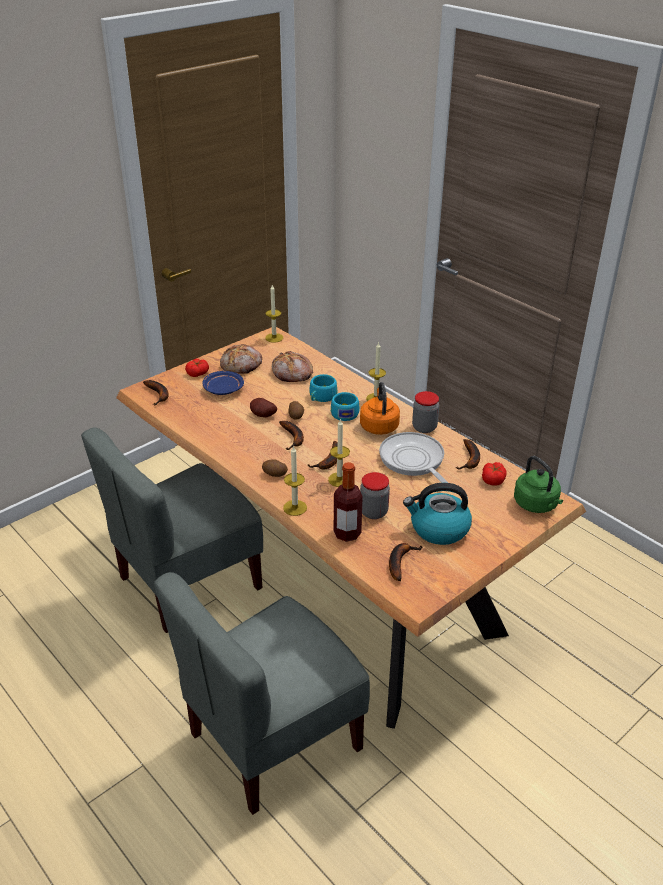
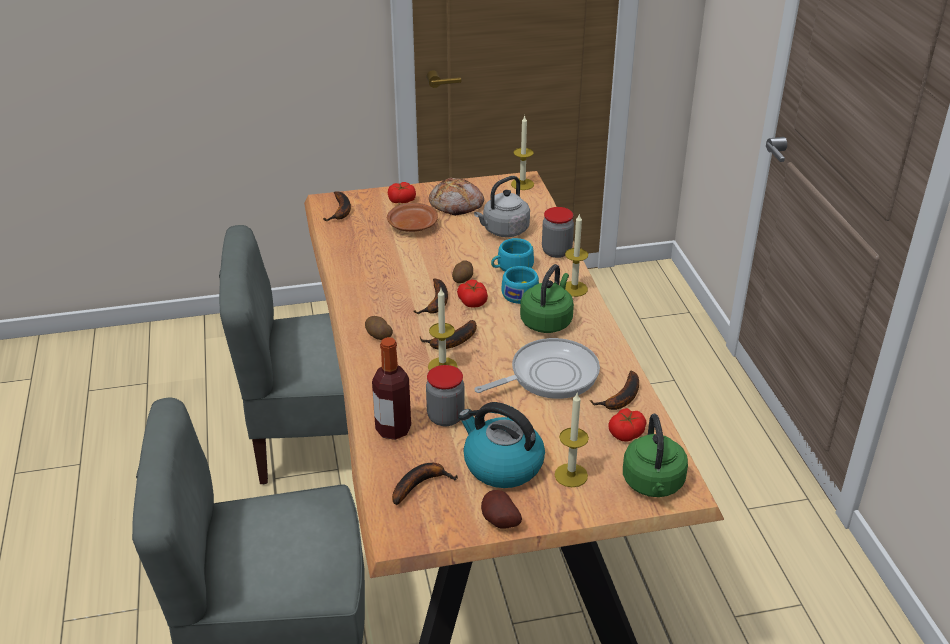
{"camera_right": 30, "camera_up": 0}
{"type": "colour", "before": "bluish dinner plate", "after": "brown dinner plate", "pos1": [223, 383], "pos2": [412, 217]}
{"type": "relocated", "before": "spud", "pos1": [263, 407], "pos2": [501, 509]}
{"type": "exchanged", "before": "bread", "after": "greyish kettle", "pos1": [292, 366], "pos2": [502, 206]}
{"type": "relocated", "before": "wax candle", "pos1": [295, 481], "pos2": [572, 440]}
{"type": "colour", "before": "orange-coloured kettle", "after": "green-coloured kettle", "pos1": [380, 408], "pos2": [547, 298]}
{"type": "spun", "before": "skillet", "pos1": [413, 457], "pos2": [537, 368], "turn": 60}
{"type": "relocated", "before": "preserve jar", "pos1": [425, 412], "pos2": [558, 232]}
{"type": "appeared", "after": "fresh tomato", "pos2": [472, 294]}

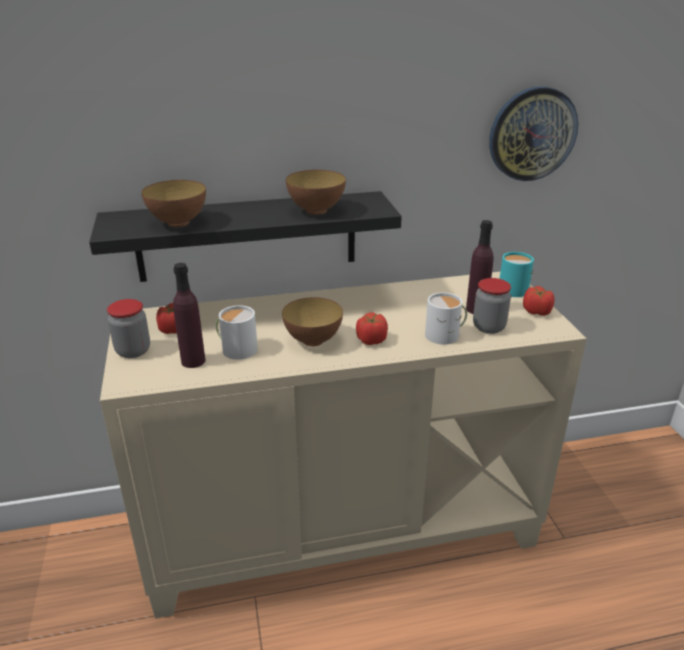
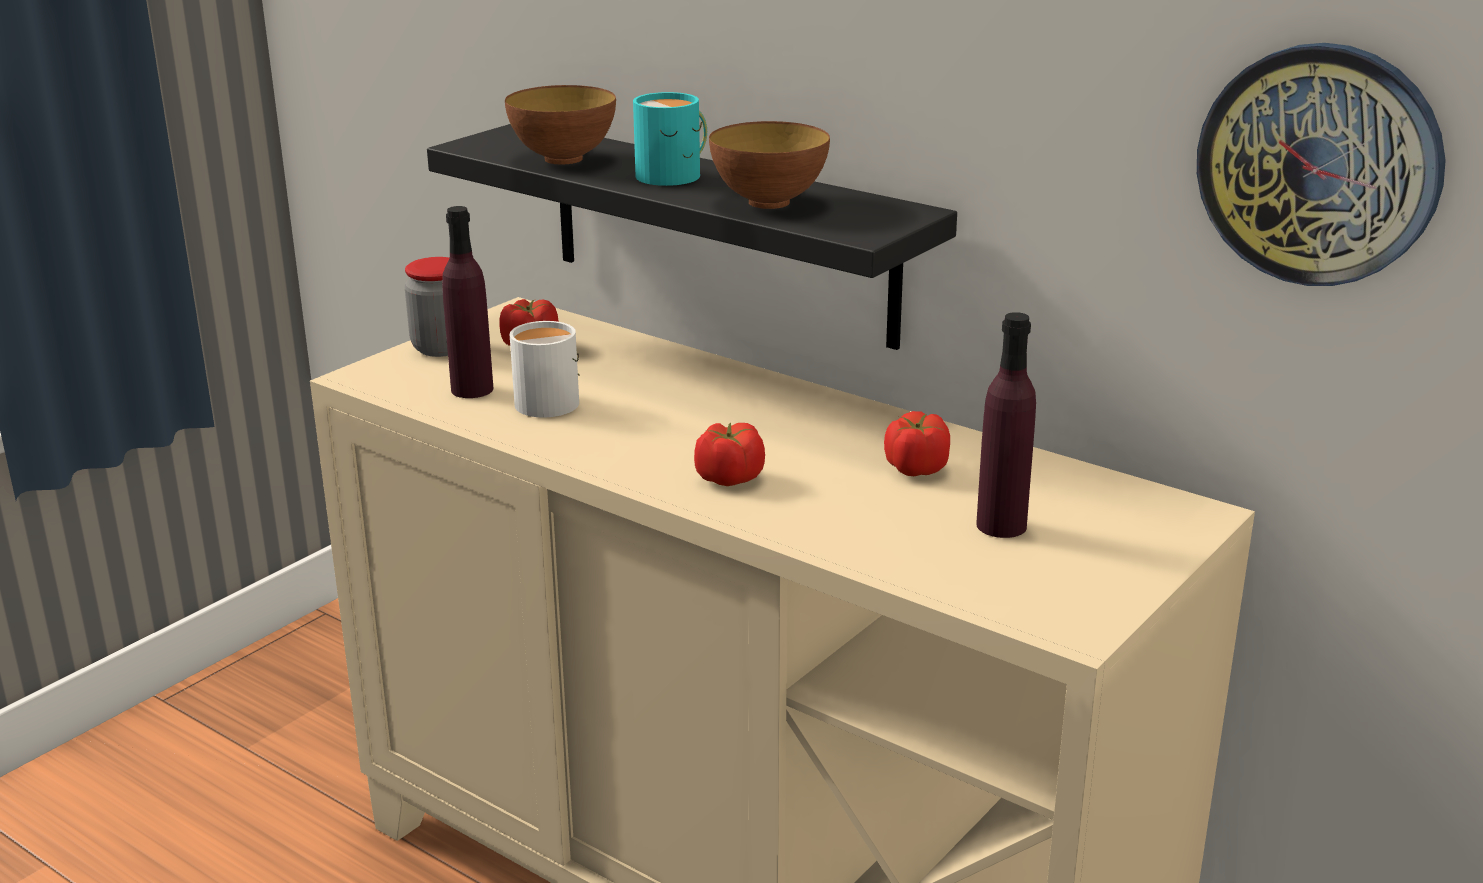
{"camera_right": 50, "camera_up": -5}
{"type": "missing", "before": "deep dish", "pos1": [312, 321]}
{"type": "missing", "before": "white coffee mug", "pos1": [446, 319]}
{"type": "missing", "before": "preserve jar", "pos1": [492, 306]}
{"type": "relocated", "before": "turquoise-coloured coffee mug", "pos1": [517, 274], "pos2": [670, 139]}
{"type": "relocated", "before": "fresh tomato", "pos1": [538, 301], "pos2": [917, 443]}

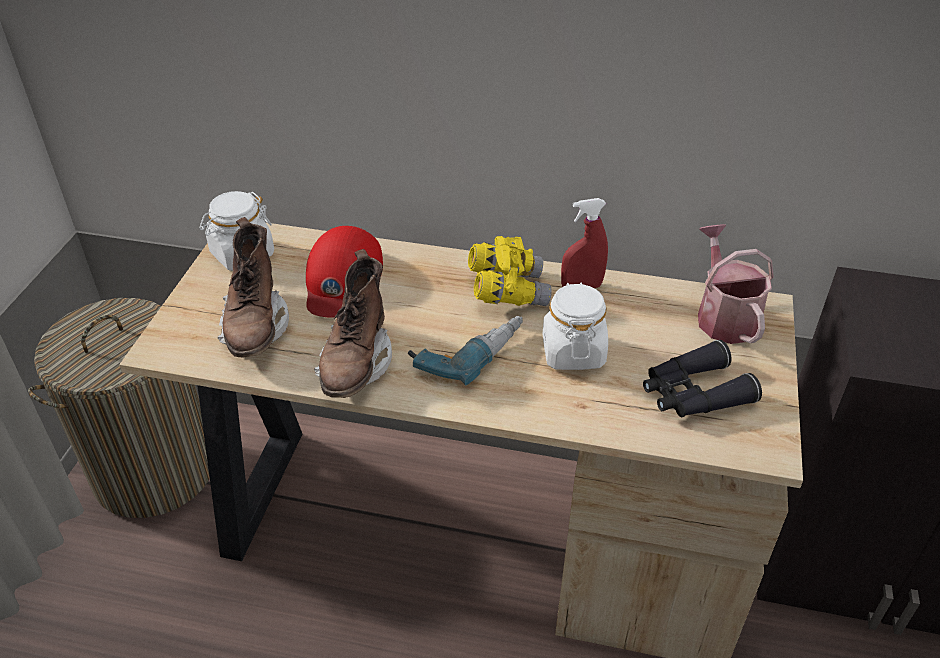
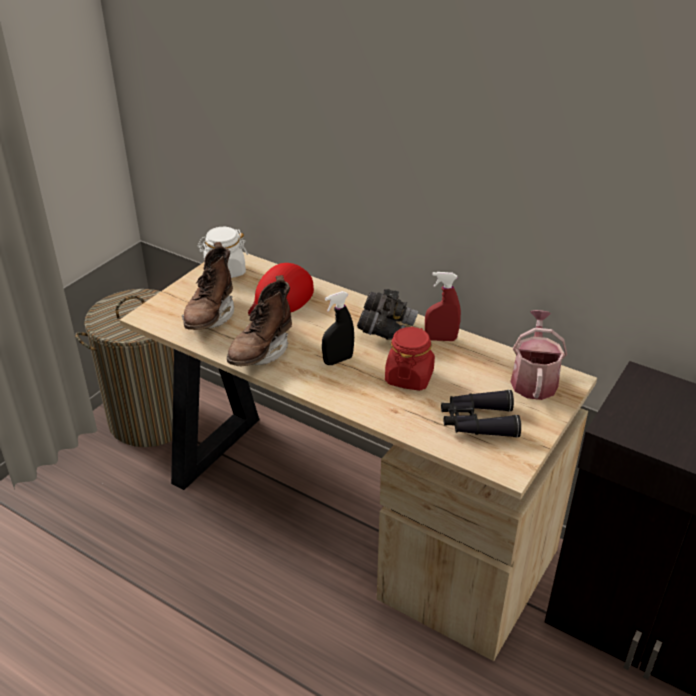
{"camera_right": 20, "camera_up": -5}
{"type": "exchanged", "before": "power drill", "after": "black-coloured sprayer", "pos1": [465, 350], "pos2": [338, 328]}
{"type": "colour", "before": "yellow pair of binoculars", "after": "greyish pair of binoculars", "pos1": [510, 271], "pos2": [387, 314]}
{"type": "colour", "before": "white preserve jar", "after": "reddish preserve jar", "pos1": [575, 326], "pos2": [410, 358]}

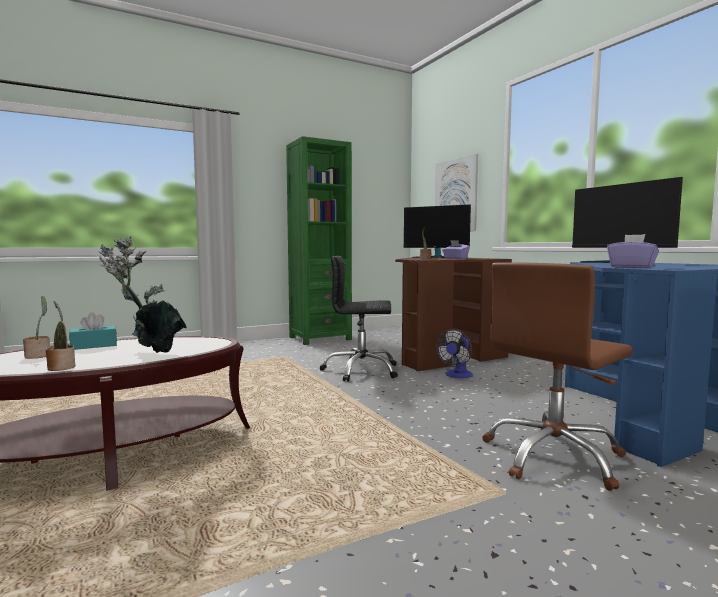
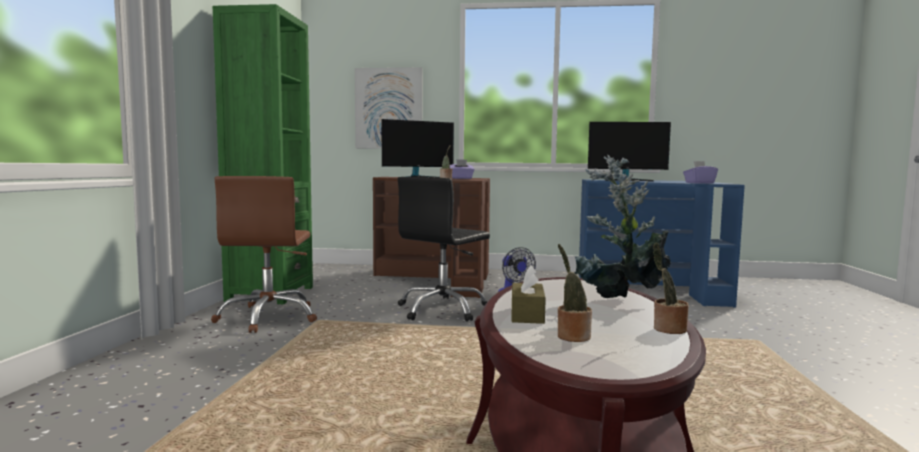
{"camera_right": -55, "camera_up": 0}
{"type": "colour", "before": "turquoise-coloured tissue box", "after": "brown tissue box", "pos1": [93, 331], "pos2": [528, 294]}
{"type": "relocated", "before": "brown computer chair", "pos1": [558, 376], "pos2": [264, 254]}

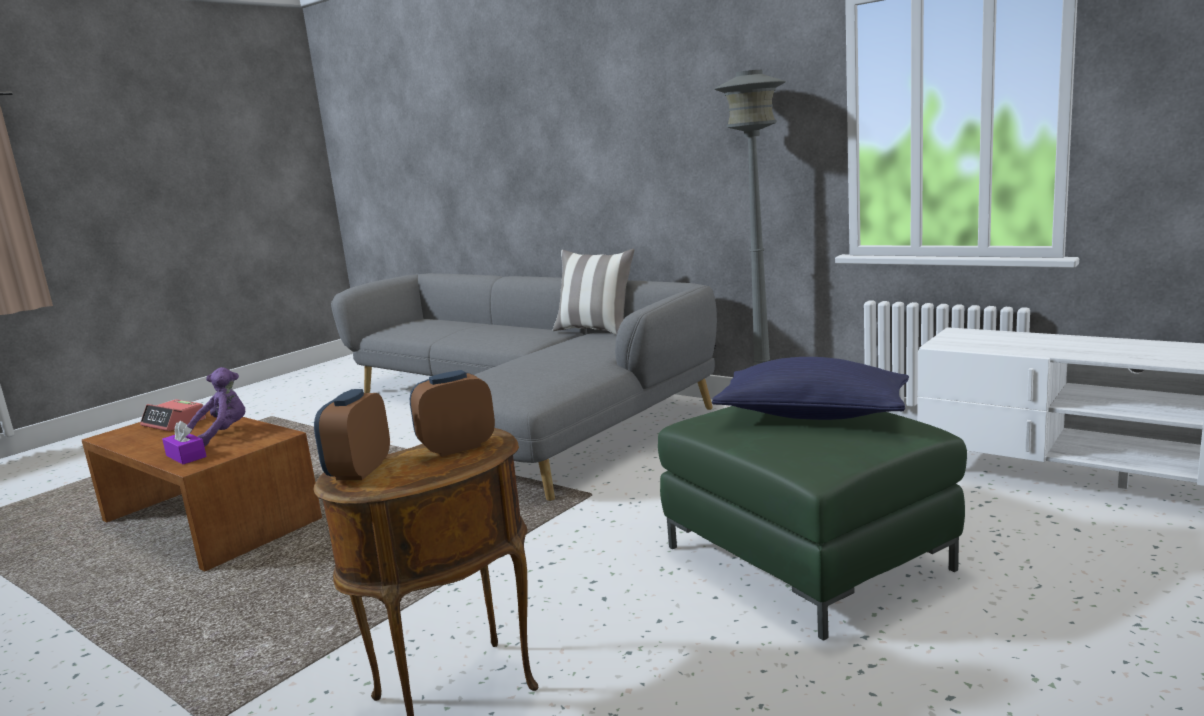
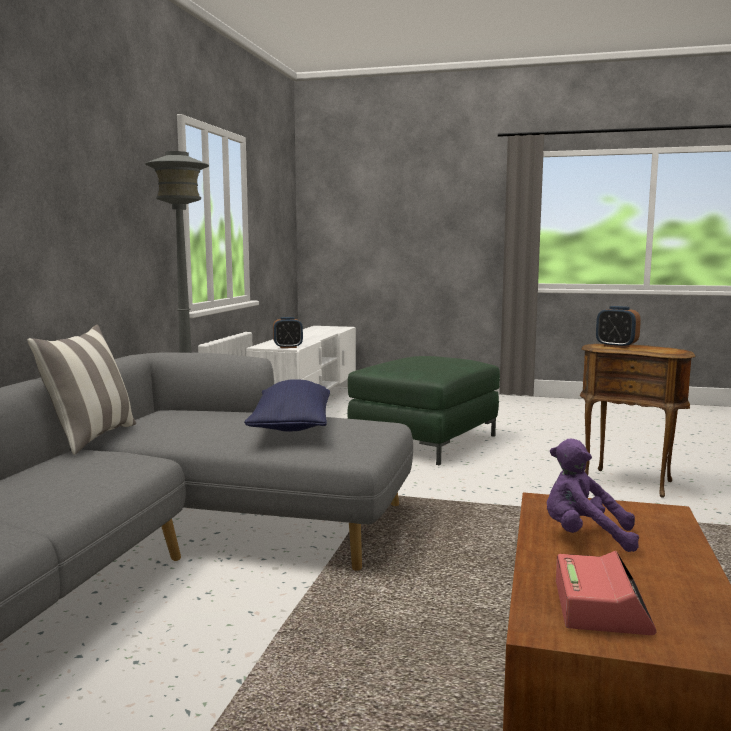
{"camera_right": -115, "camera_up": -5}
{"type": "missing", "before": "purplish tissue box", "pos1": [184, 442]}
{"type": "relocated", "before": "bedside clock", "pos1": [352, 434], "pos2": [288, 332]}
{"type": "relocated", "before": "bluish pillow", "pos1": [810, 388], "pos2": [287, 405]}

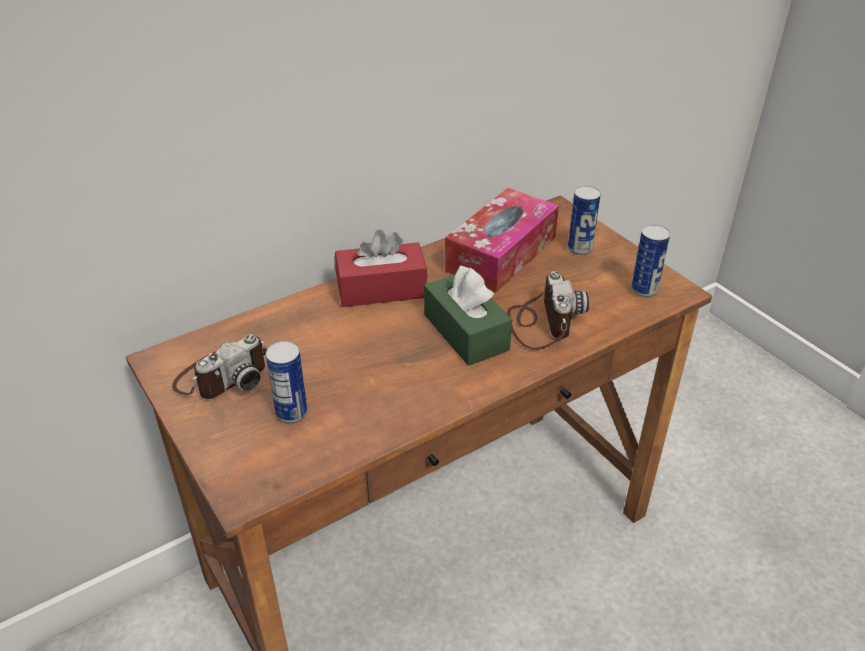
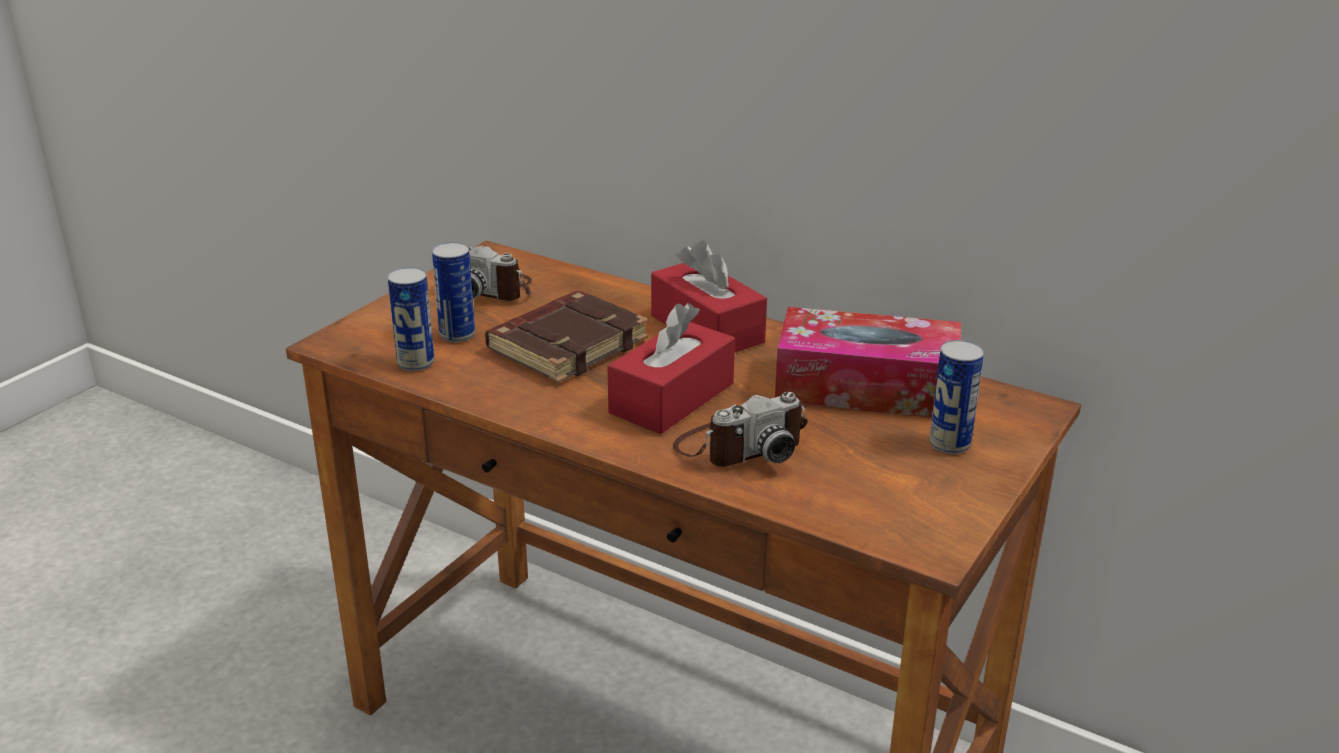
{"camera_right": 65, "camera_up": -10}
{"type": "colour", "before": "green-coloured tissue box", "after": "reddish tissue box", "pos1": [468, 315], "pos2": [671, 368]}
{"type": "relocated", "before": "sealed can", "pos1": [650, 260], "pos2": [411, 319]}
{"type": "appeared", "after": "brown book", "pos2": [566, 337]}

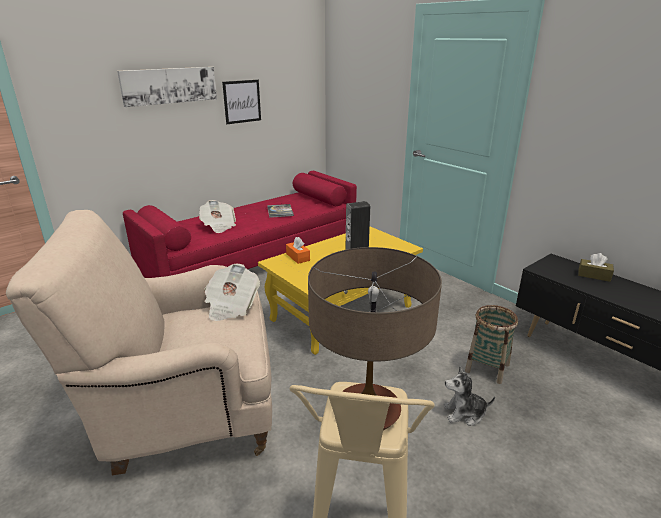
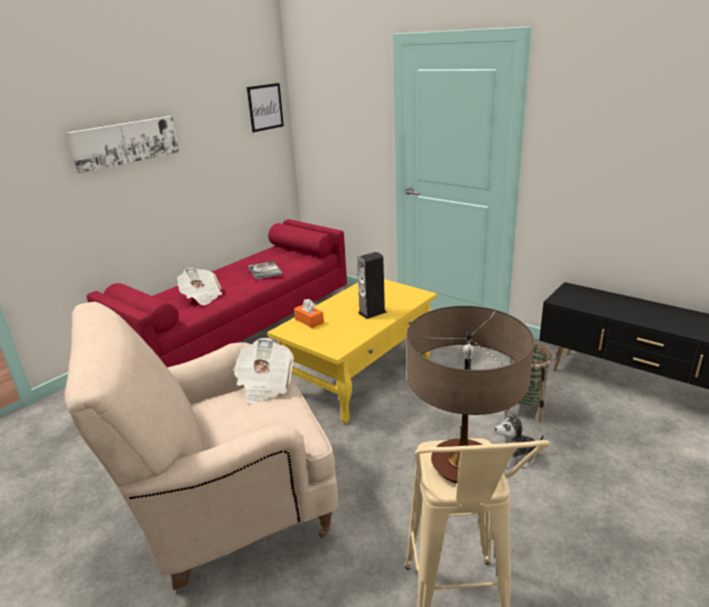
{"camera_right": -10, "camera_up": 0}
{"type": "relocated", "before": "picture", "pos1": [241, 102], "pos2": [265, 108]}
{"type": "missing", "before": "brown tissue box", "pos1": [596, 267]}

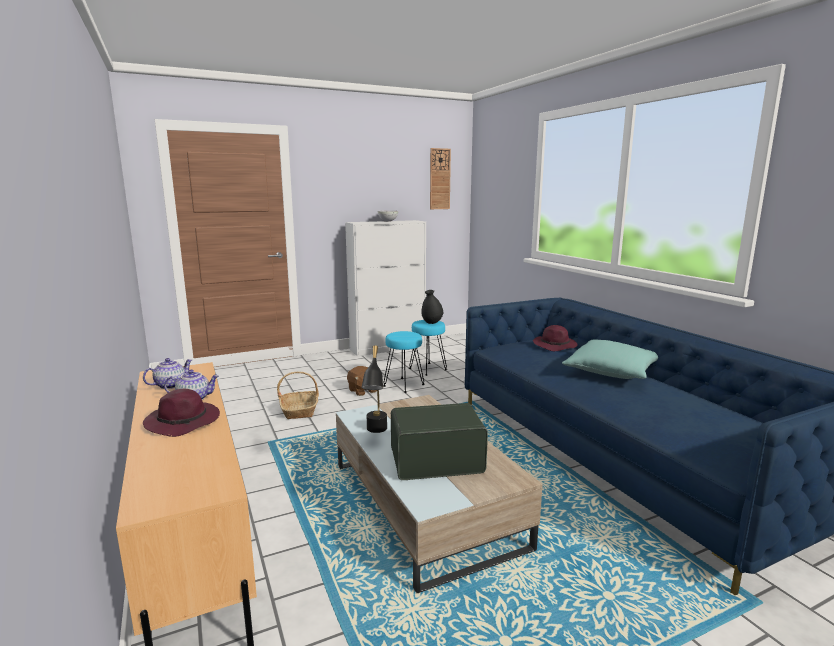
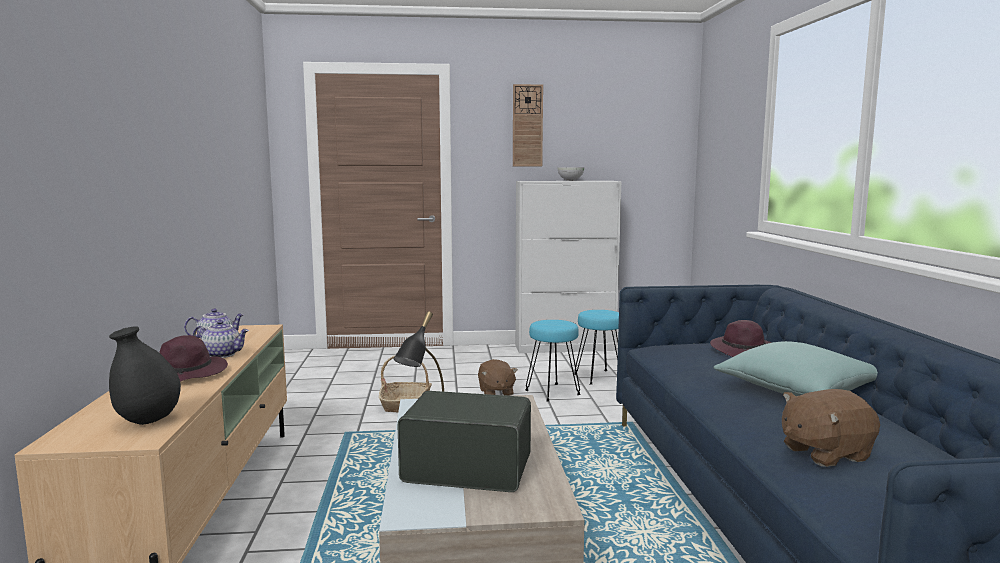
{"camera_right": 20, "camera_up": -5}
{"type": "relocated", "before": "black-coloured flower vase", "pos1": [432, 307], "pos2": [145, 376]}
{"type": "relocated", "before": "clock on the wall", "pos1": [440, 178], "pos2": [528, 125]}
{"type": "appeared", "after": "brown plush toy", "pos2": [831, 428]}

